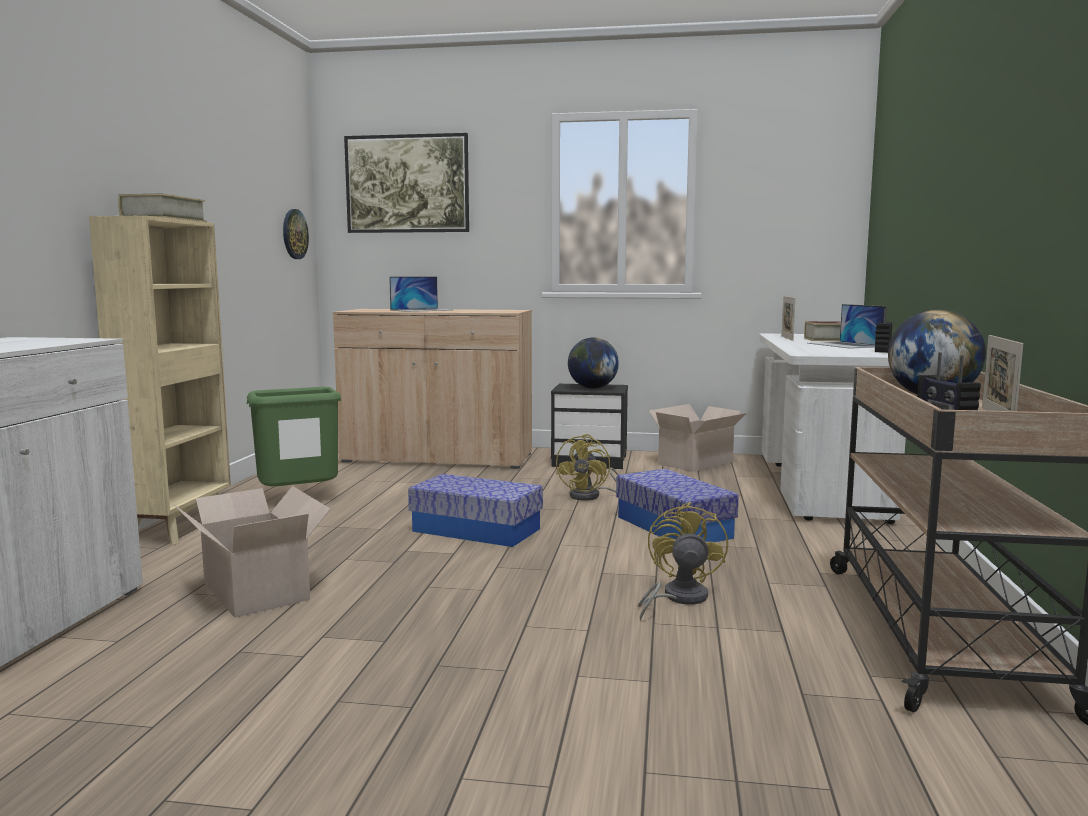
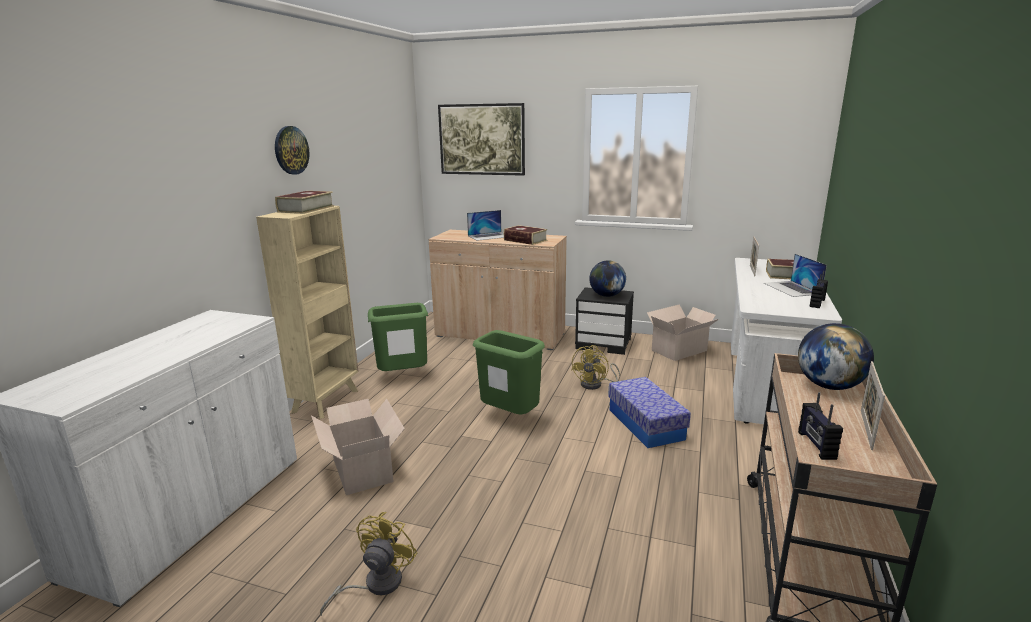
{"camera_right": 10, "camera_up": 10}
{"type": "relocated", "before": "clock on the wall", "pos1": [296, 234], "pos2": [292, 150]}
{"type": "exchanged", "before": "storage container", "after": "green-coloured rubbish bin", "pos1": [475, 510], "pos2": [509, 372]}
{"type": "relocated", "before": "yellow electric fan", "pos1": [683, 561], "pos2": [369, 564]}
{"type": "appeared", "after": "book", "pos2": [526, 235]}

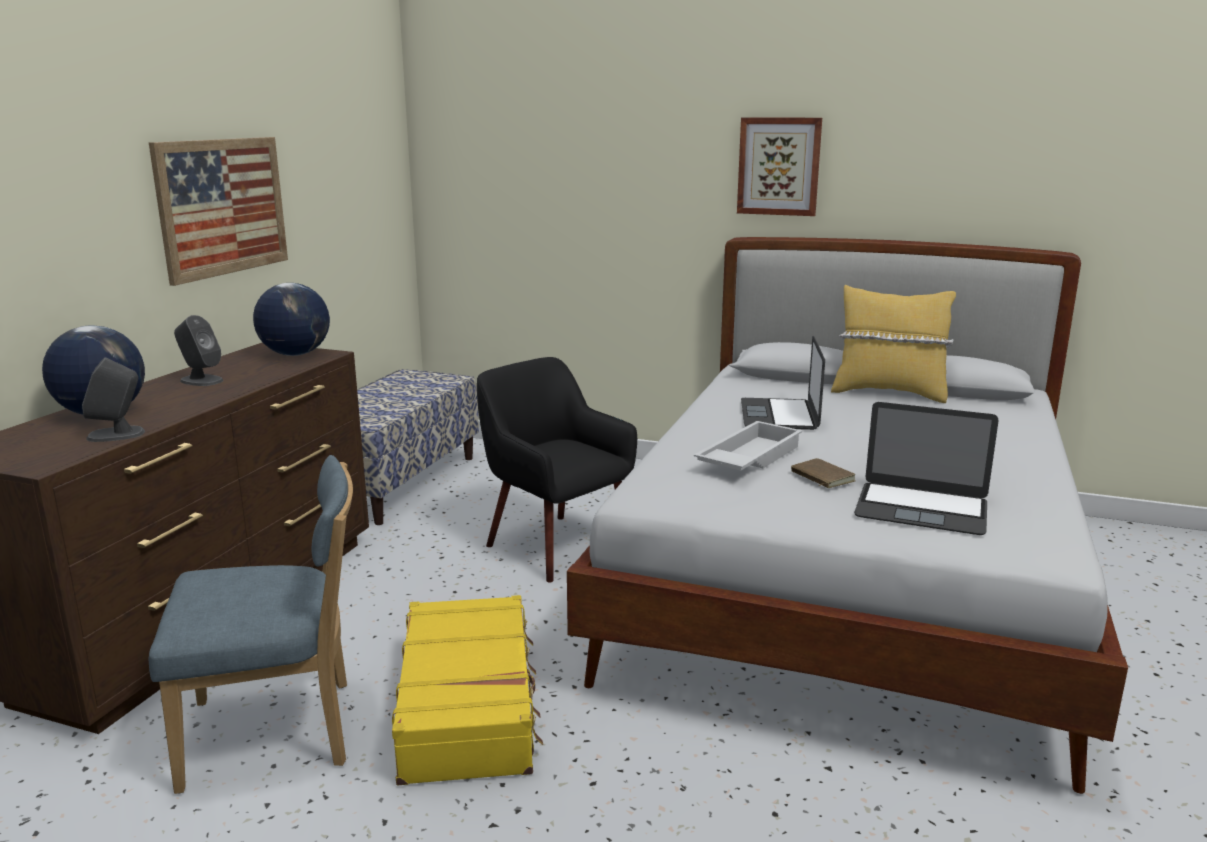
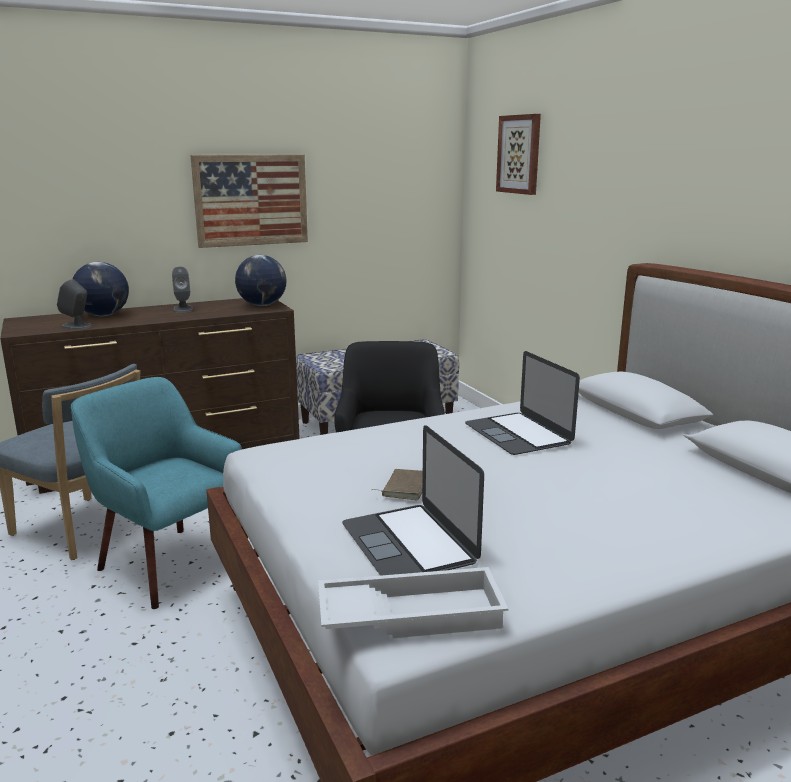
{"camera_right": 45, "camera_up": 0}
{"type": "exchanged", "before": "yellow piece of luggage", "after": "turquoise-coloured lounge chair", "pos1": [467, 690], "pos2": [156, 493]}
{"type": "relocated", "before": "white serving tray", "pos1": [748, 446], "pos2": [413, 602]}
{"type": "relocated", "before": "picture", "pos1": [779, 166], "pos2": [518, 154]}
{"type": "spun", "before": "portable computer", "pos1": [783, 383], "pos2": [522, 403], "turn": -75}
{"type": "missing", "before": "yellow pillow", "pos1": [893, 344]}

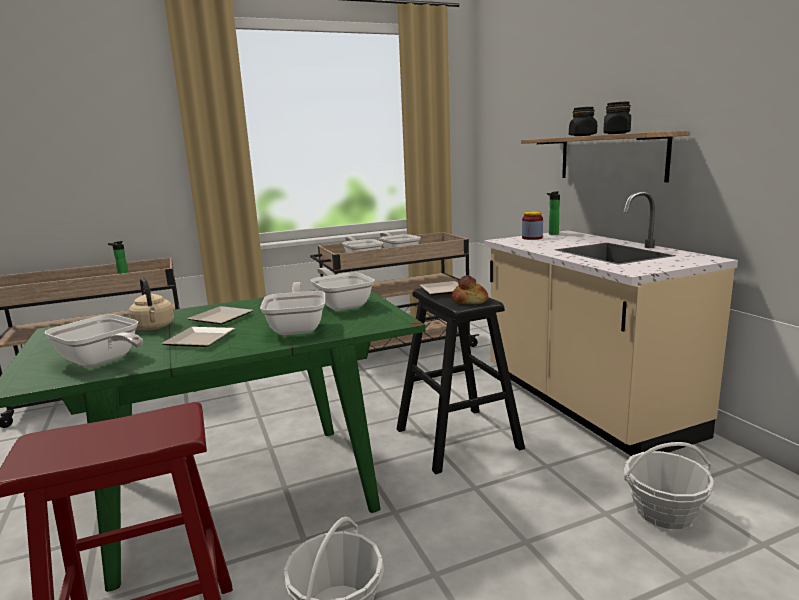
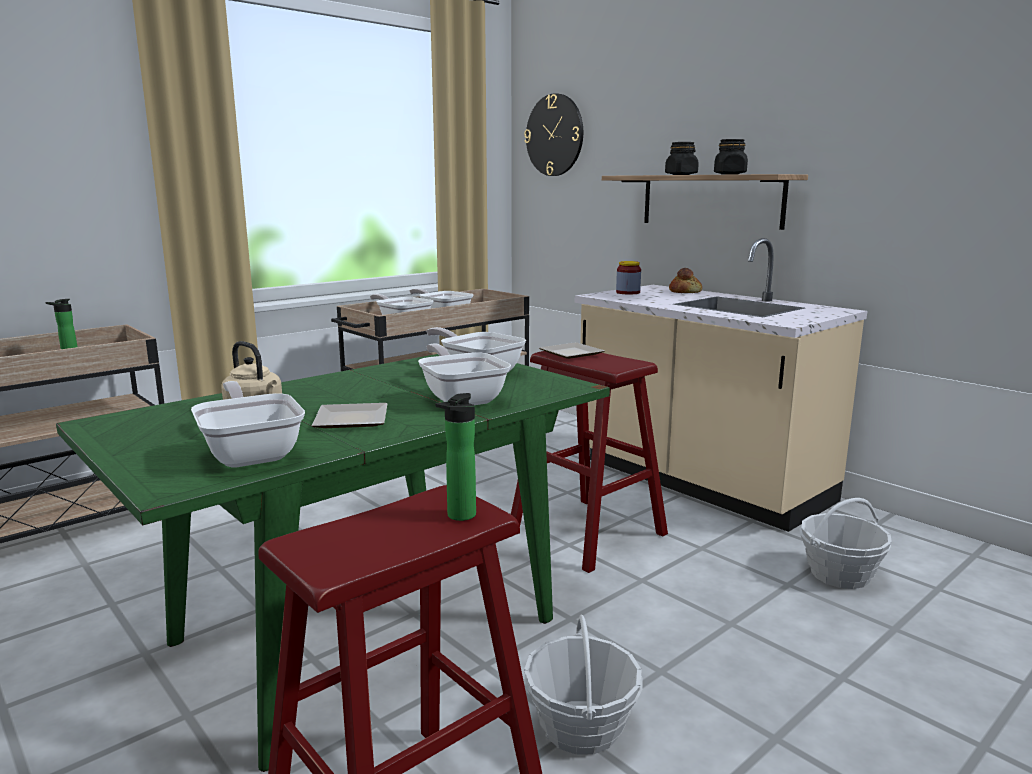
{"camera_right": -20, "camera_up": 0}
{"type": "spun", "before": "skillet", "pos1": [93, 340], "pos2": [248, 424], "turn": -135}
{"type": "missing", "before": "dinner plate", "pos1": [220, 315]}
{"type": "colour", "before": "black-coloured stool seat", "after": "reddish stool seat", "pos1": [461, 381], "pos2": [589, 462]}
{"type": "relocated", "before": "bread", "pos1": [470, 289], "pos2": [685, 280]}
{"type": "relocated", "before": "drink bottle", "pos1": [553, 213], "pos2": [455, 457]}
{"type": "appeared", "after": "clock on the wall", "pos2": [553, 134]}

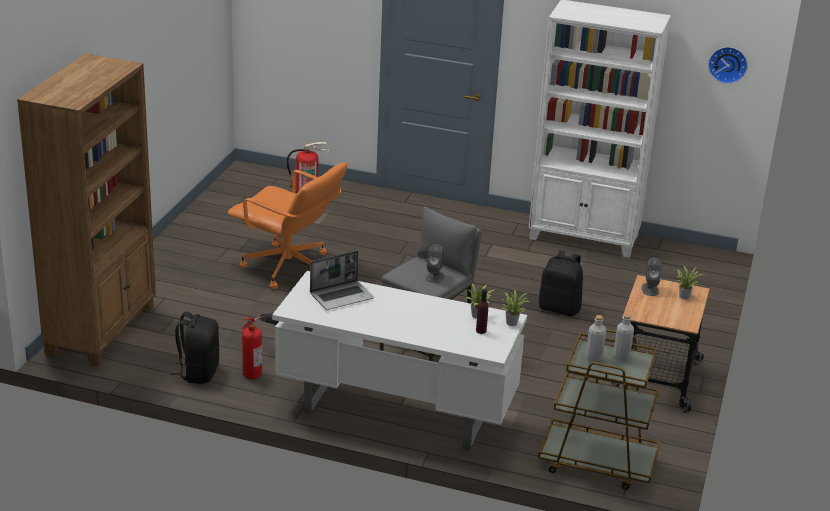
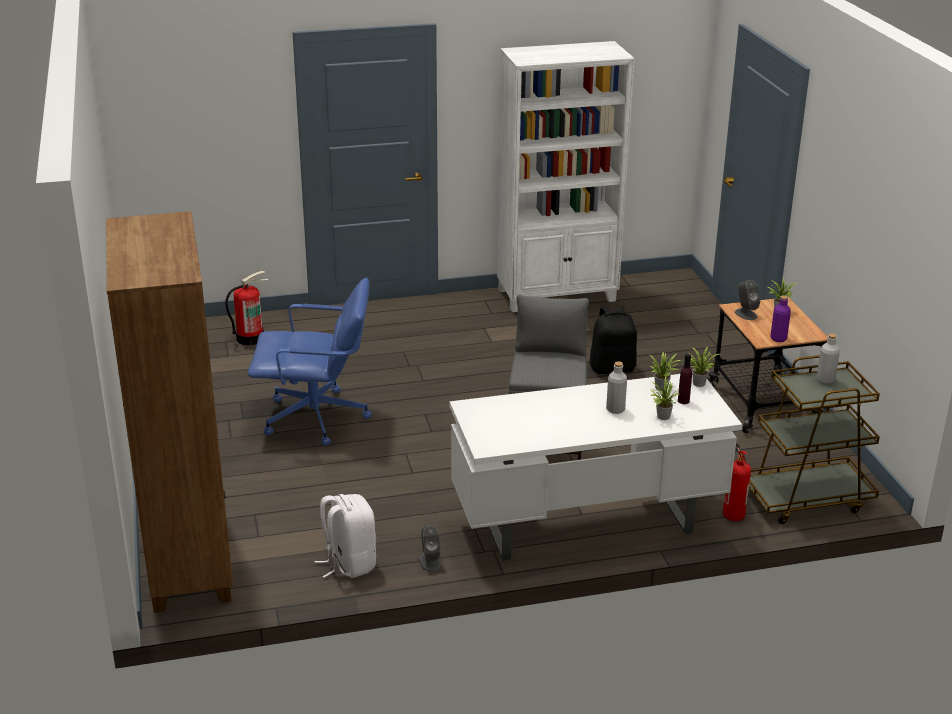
{"camera_right": -30, "camera_up": 0}
{"type": "colour", "before": "black-coloured backpack", "after": "white backpack", "pos1": [194, 348], "pos2": [345, 536]}
{"type": "colour", "before": "orange-coloured computer chair", "after": "bluish computer chair", "pos1": [287, 225], "pos2": [310, 362]}
{"type": "relocated", "before": "extinguisher", "pos1": [260, 346], "pos2": [737, 482]}
{"type": "missing", "before": "portable computer", "pos1": [342, 280]}
{"type": "relocated", "before": "greyish audio speaker", "pos1": [435, 263], "pos2": [430, 548]}
{"type": "relocated", "before": "greyish drink bottle", "pos1": [596, 338], "pos2": [616, 387]}
{"type": "missing", "before": "clock on the wall", "pos1": [728, 65]}
{"type": "appeared", "after": "houseplant", "pos2": [664, 398]}
{"type": "appeared", "after": "purplish drink bottle", "pos2": [780, 318]}

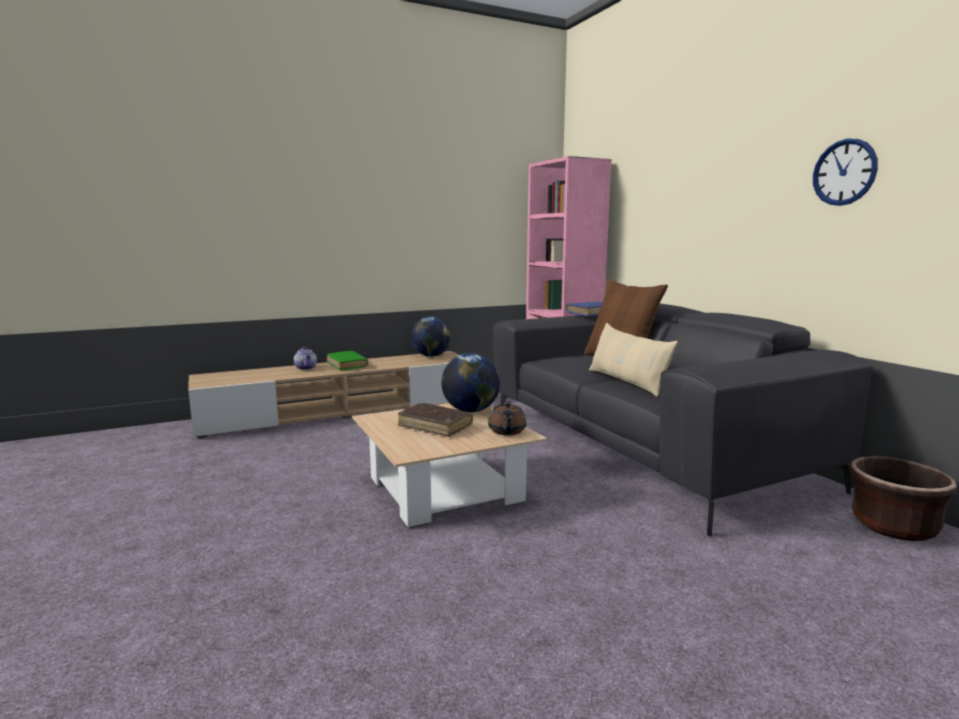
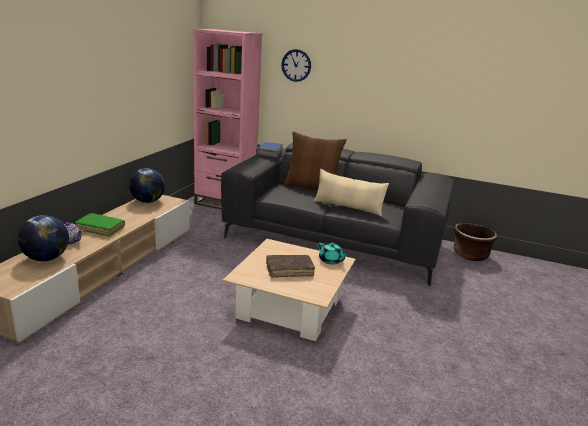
{"camera_right": -45, "camera_up": 10}
{"type": "relocated", "before": "desk globe", "pos1": [470, 382], "pos2": [43, 238]}
{"type": "colour", "before": "brown tea pot", "after": "turquoise-coloured tea pot", "pos1": [507, 418], "pos2": [333, 253]}
{"type": "relocated", "before": "clock on the wall", "pos1": [845, 172], "pos2": [296, 65]}

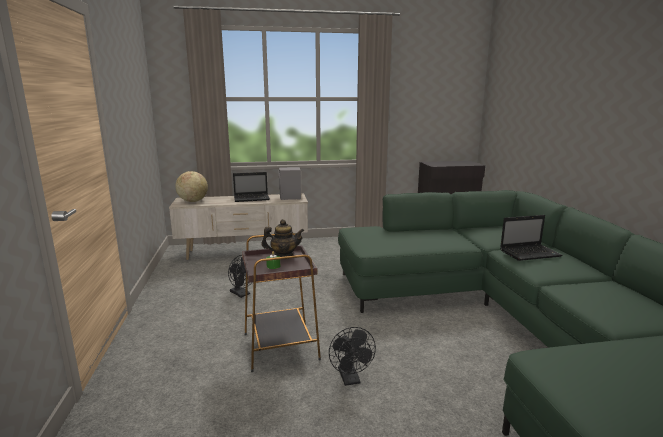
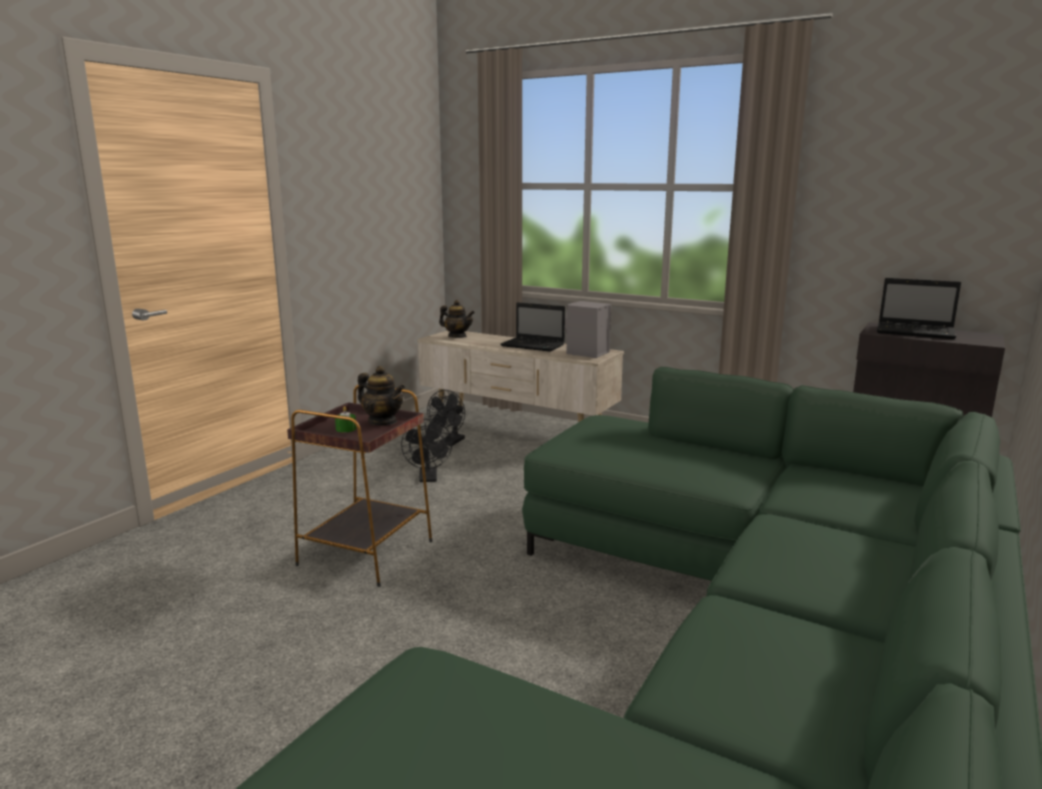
{"camera_right": 40, "camera_up": 0}
{"type": "exchanged", "before": "desk globe", "after": "tea pot", "pos1": [191, 186], "pos2": [457, 319]}
{"type": "relocated", "before": "black-coloured electric fan", "pos1": [352, 356], "pos2": [446, 418]}
{"type": "relocated", "before": "portable computer", "pos1": [531, 238], "pos2": [919, 308]}

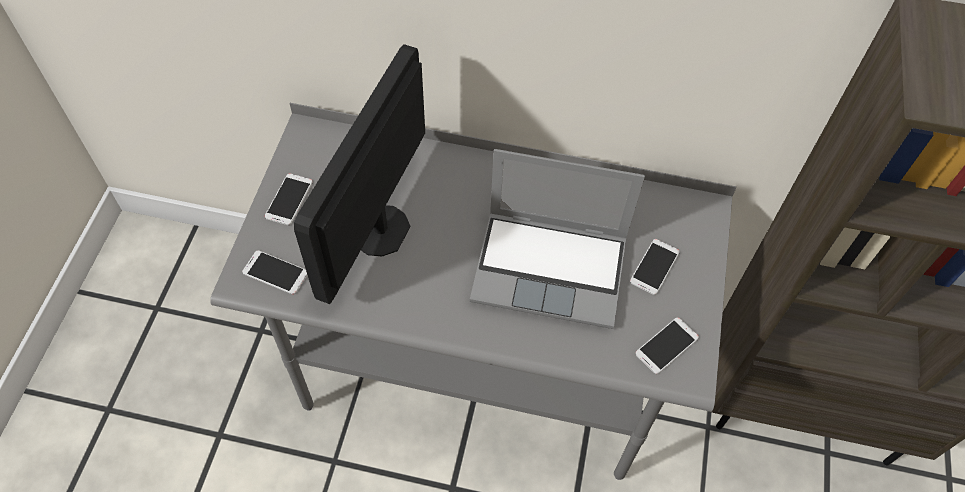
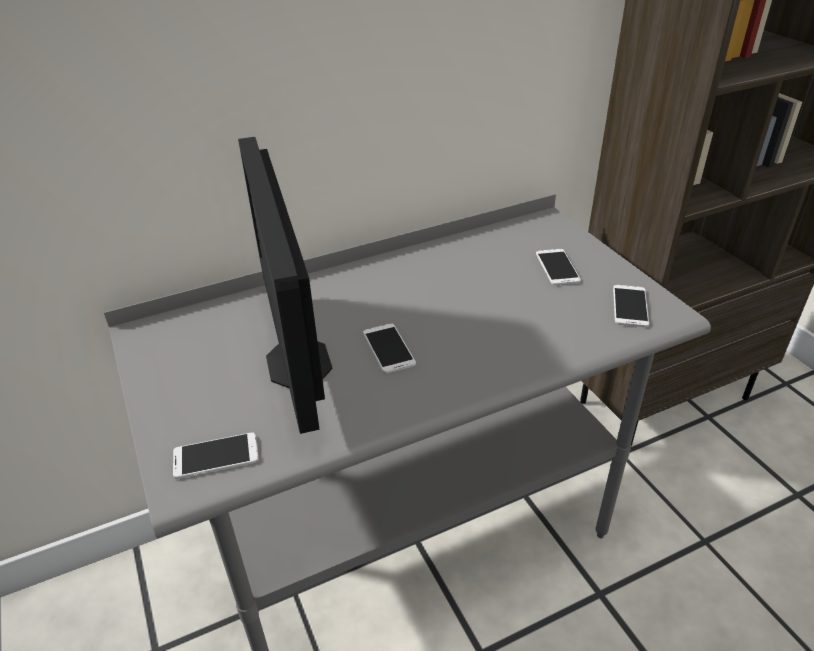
{"camera_right": -35, "camera_up": -20}
{"type": "relocated", "before": "handset", "pos1": [289, 199], "pos2": [389, 349]}
{"type": "missing", "before": "portable computer", "pos1": [557, 239]}

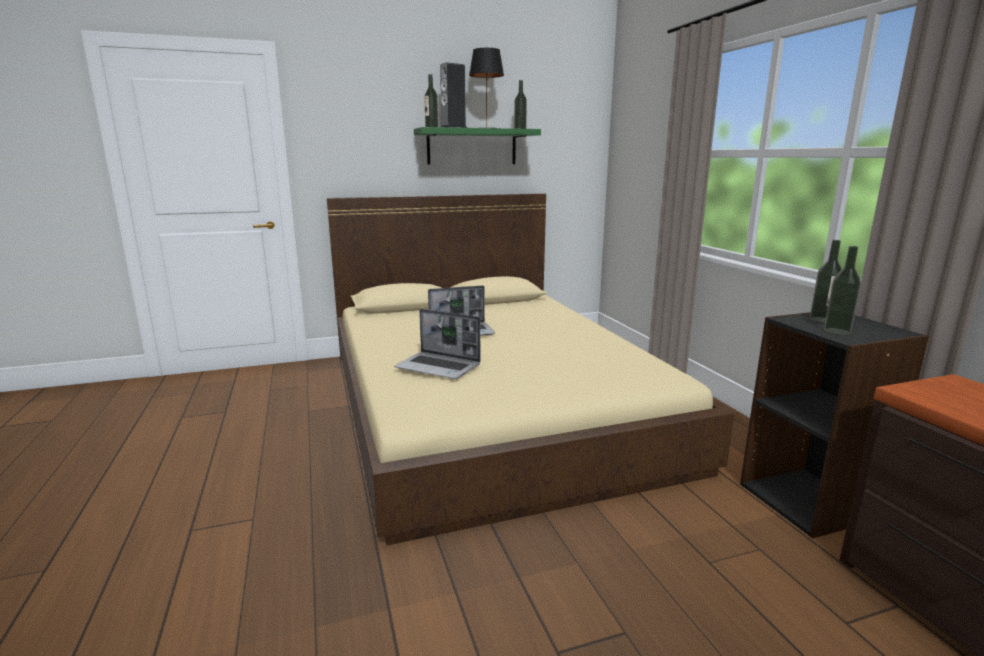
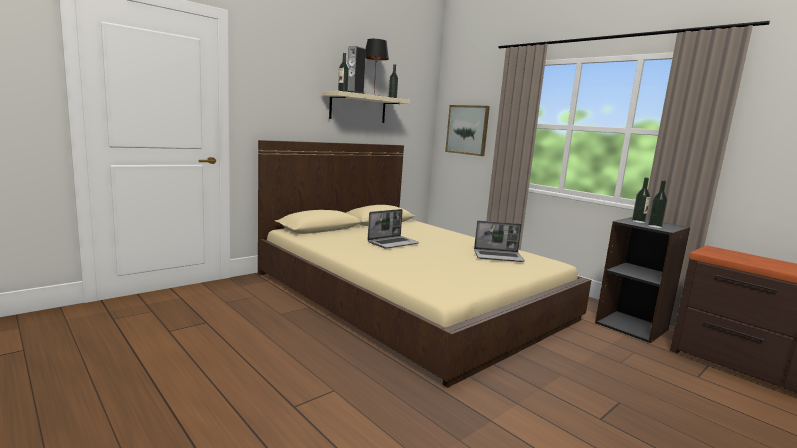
{"camera_right": -25, "camera_up": -5}
{"type": "relocated", "before": "portable computer", "pos1": [438, 344], "pos2": [499, 241]}
{"type": "colour", "before": "green-coloured wall shelf", "after": "sand-coloured wall shelf", "pos1": [477, 146], "pos2": [366, 107]}
{"type": "appeared", "after": "picture", "pos2": [467, 130]}

